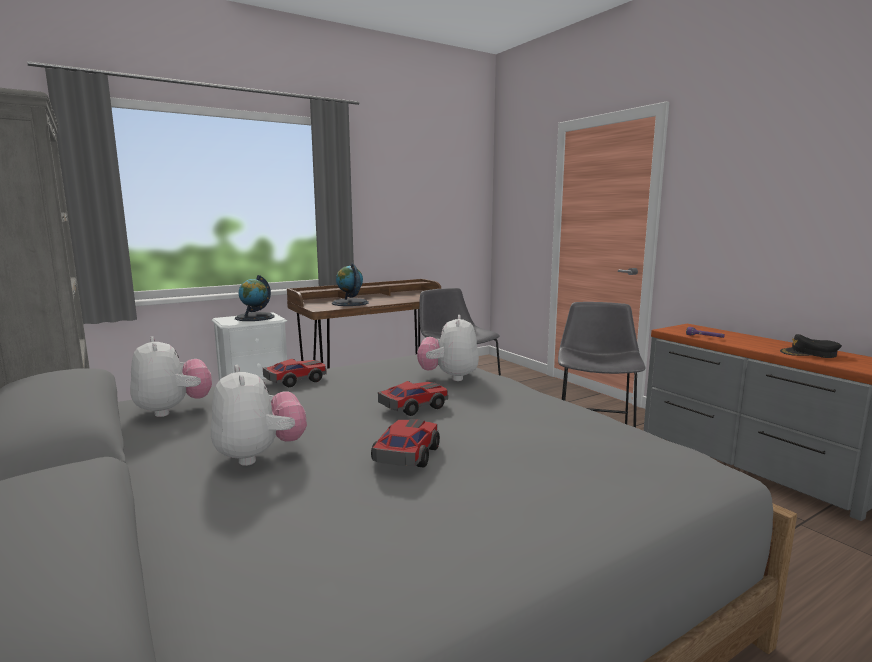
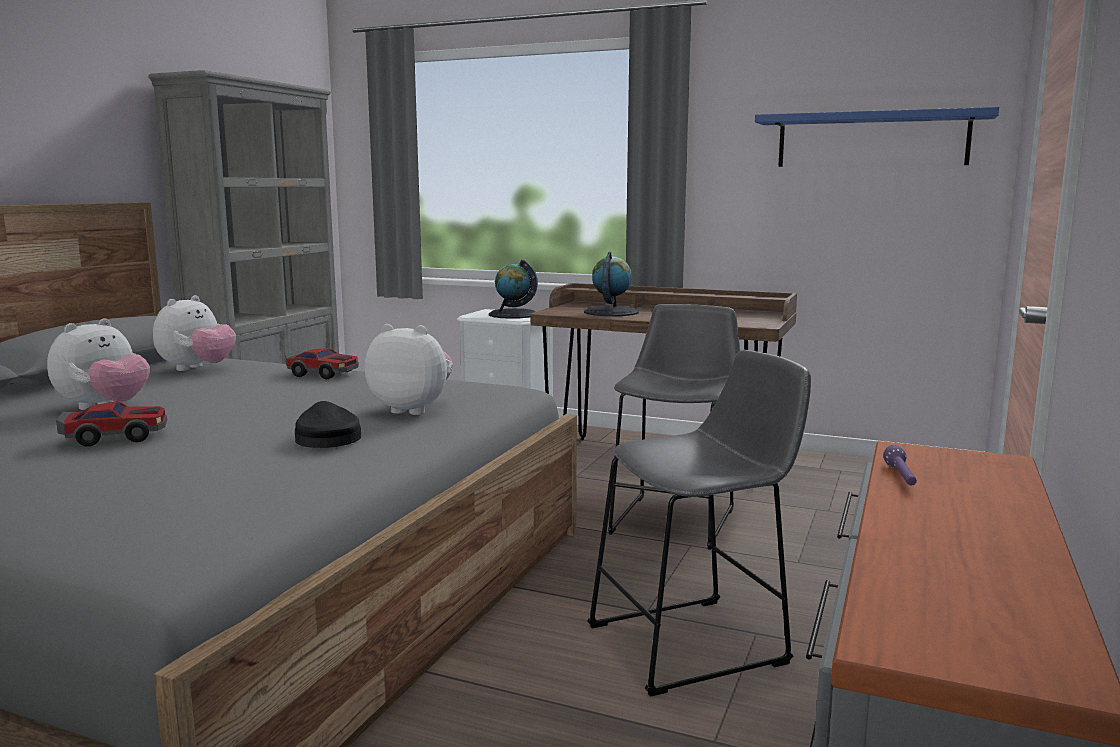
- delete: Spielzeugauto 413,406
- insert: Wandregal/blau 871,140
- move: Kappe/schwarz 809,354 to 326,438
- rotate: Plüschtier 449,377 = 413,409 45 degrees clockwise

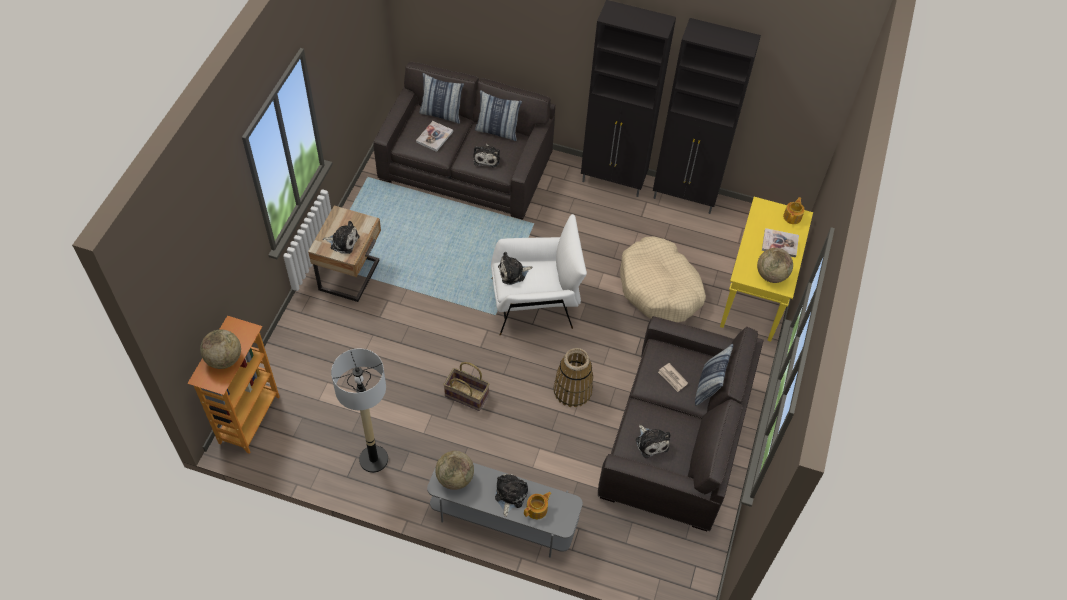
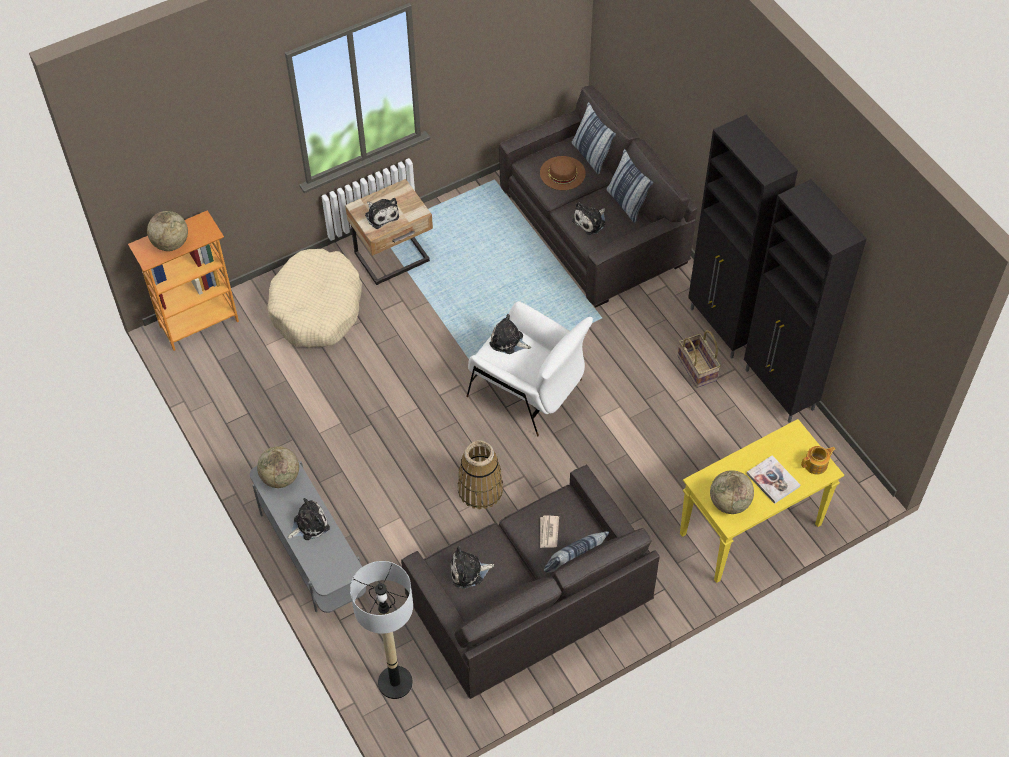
- delete: Teekanne 537,509
- move: Stehlampe 373,459 to 395,682
- move: Korb 467,395 to 698,368
- move: Hundebett/beige 659,288 to 317,308
- replace: Buch 434,137 to Hut/braun 562,173
- rotate: Plüschtier 651,442 = 469,572 60 degrees clockwise

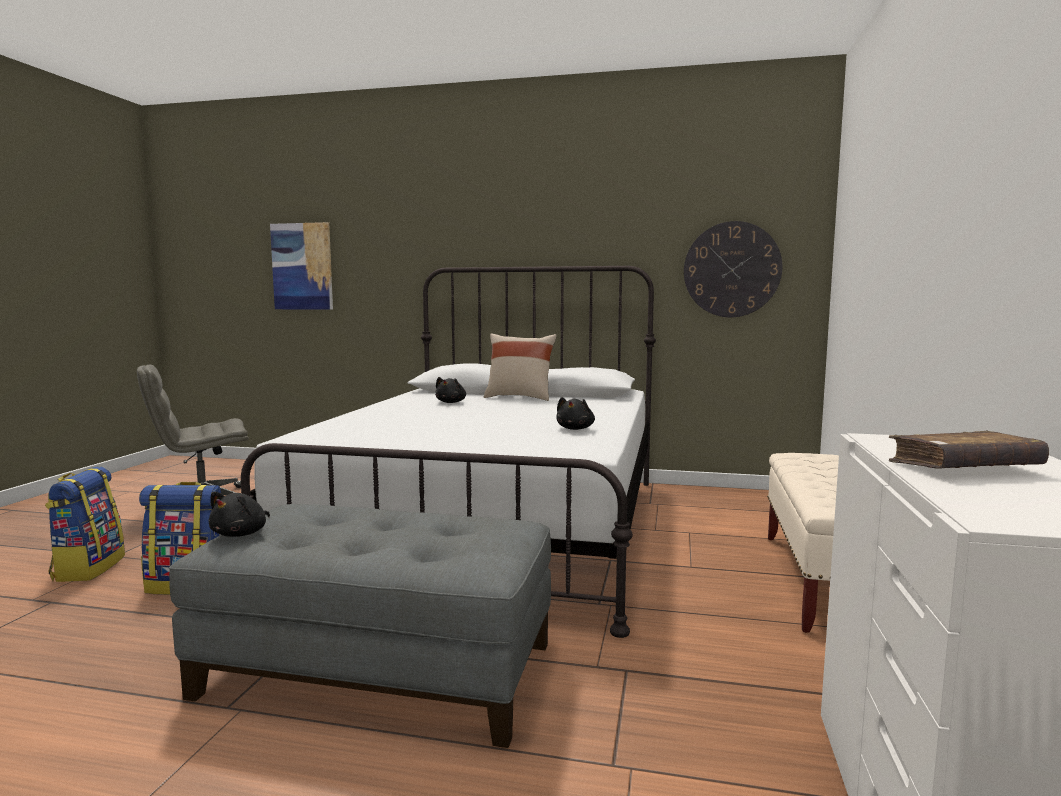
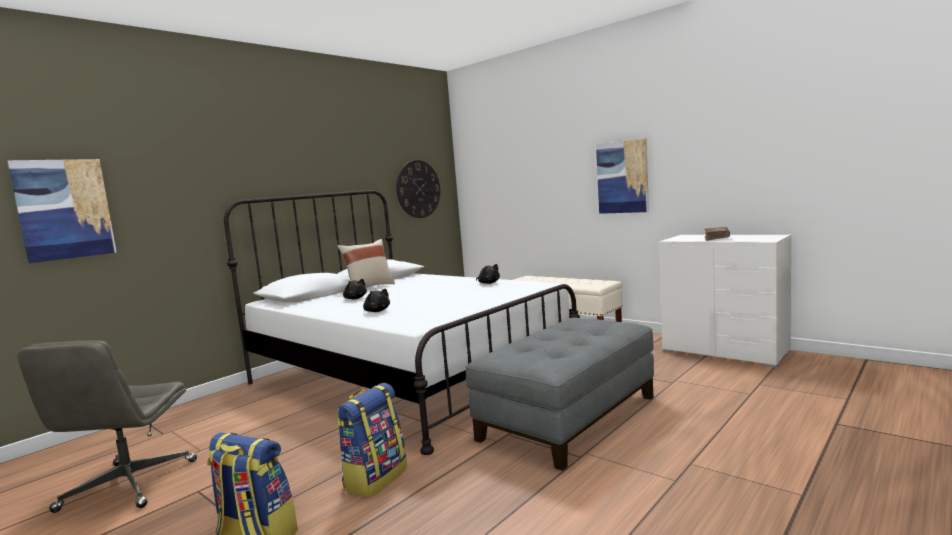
- insert: Bild 622,177
- move: Plüschtier/schwarz 241,534 to 377,311

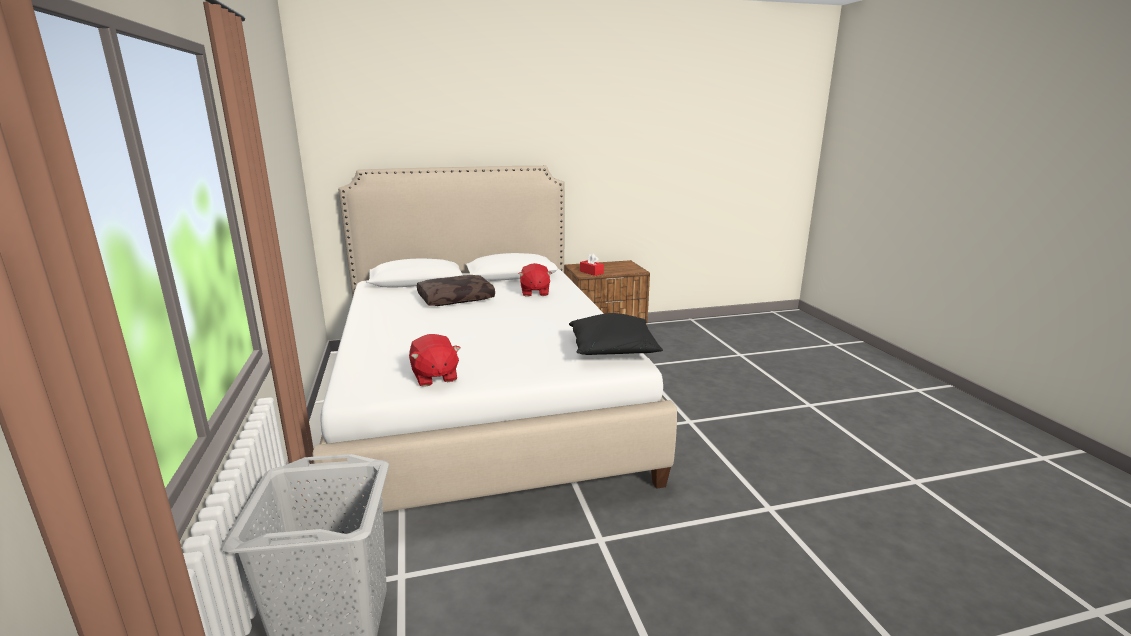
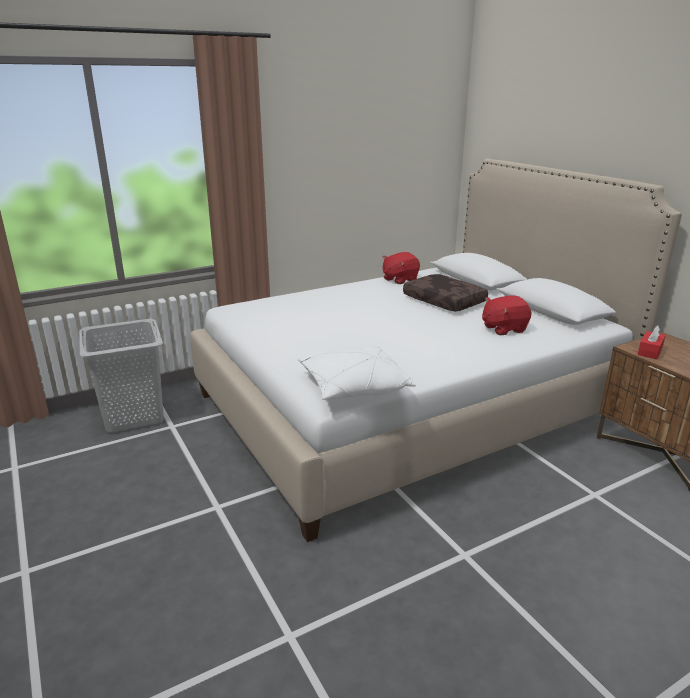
- move: Plüschtier/rot 434,377 to 399,279
- recolor: Kissen/schwarz 613,351 to Kissen/weiß 353,387

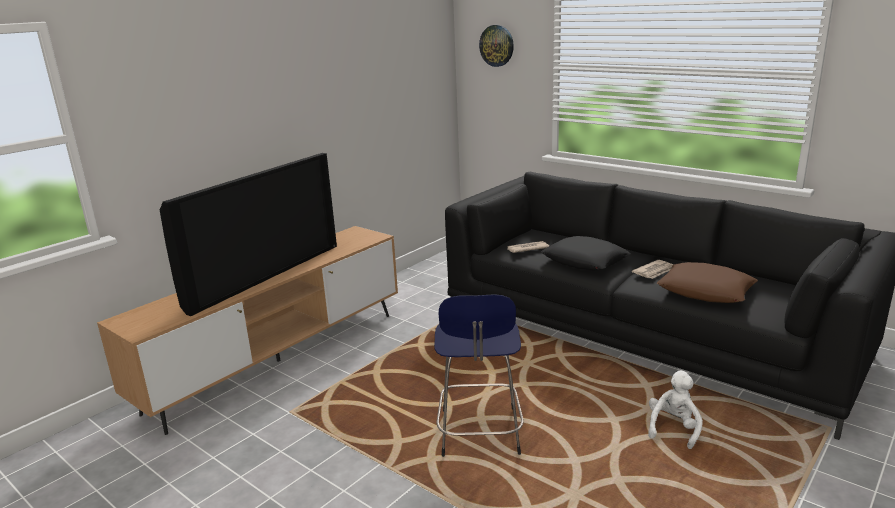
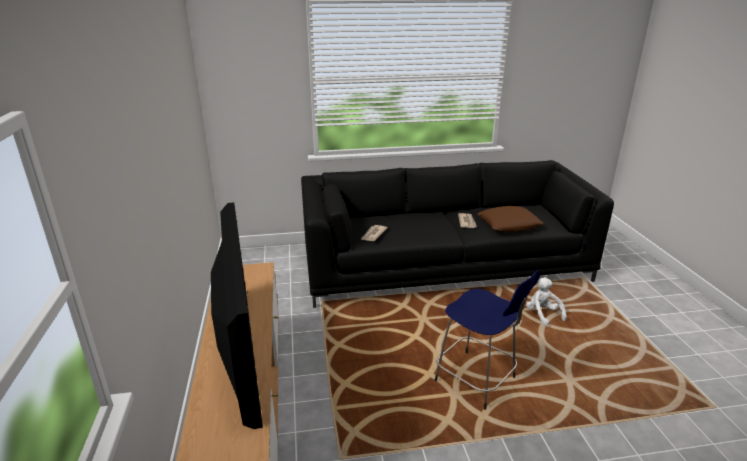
- delete: Wanduhr 497,45
- delete: Kissen/schwarz 585,260

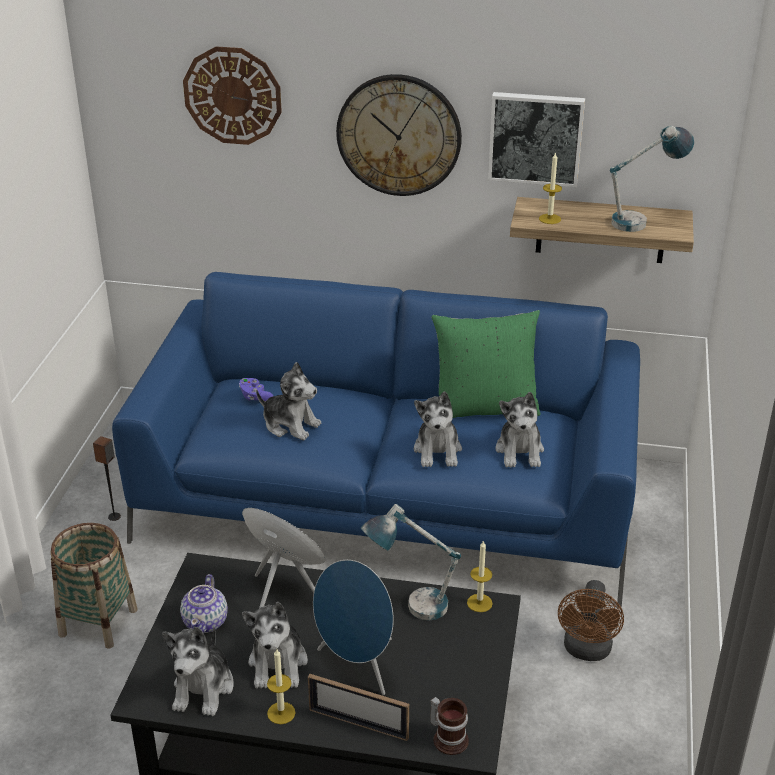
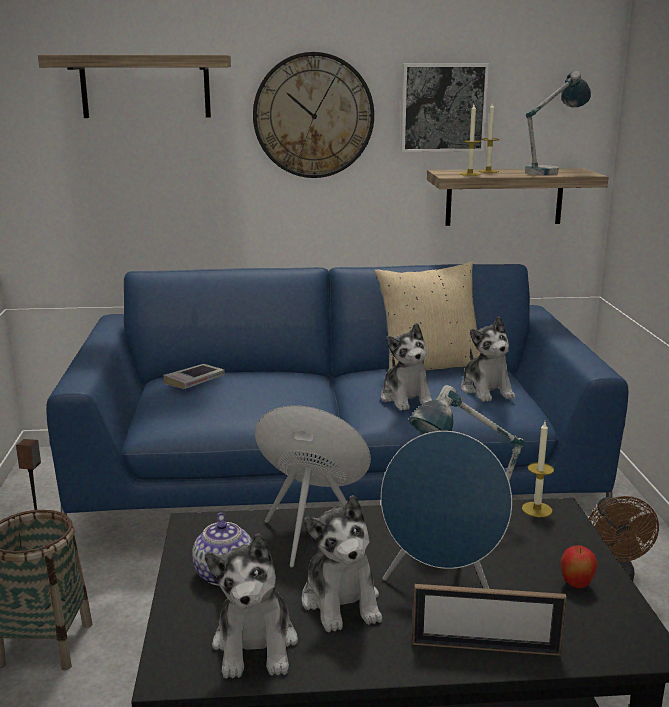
- delete: Plüschtier 290,425
- delete: Henkelbecher 449,737
- insert: Apfel 576,585
- move: Kerze 281,713 to 488,171
- replace: Wanduhr 232,95 to Wandregal 145,86
- replace: Gamepad/lila 255,396 to Buch 194,381
- recolor: Kissen/grün 484,408 to Kissen/beige 429,367

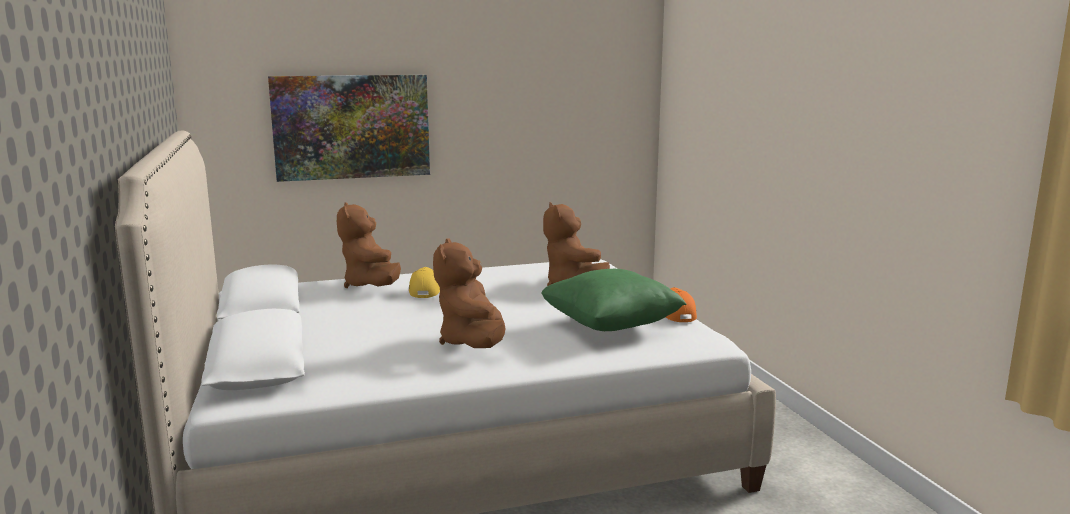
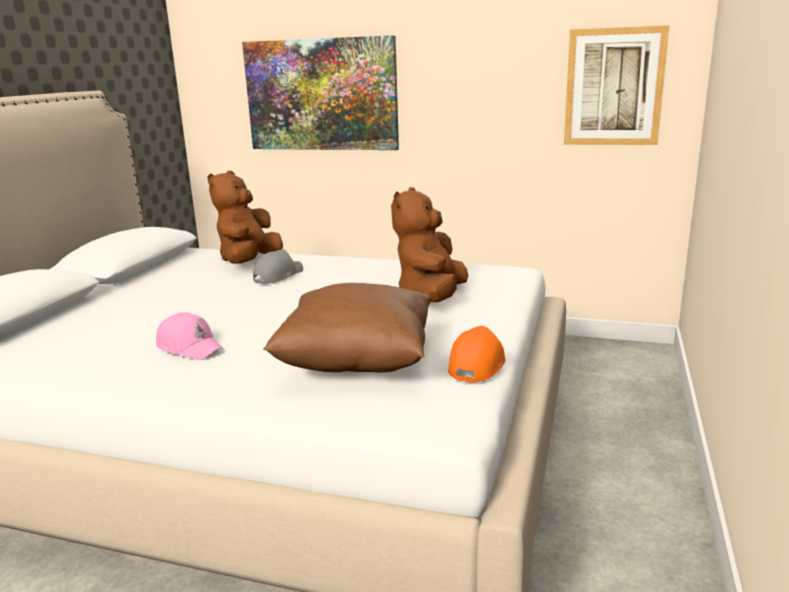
- insert: Bild 614,87
- replace: Plüschtier/braun 473,343 to Kappe/rosa 190,347
- recolor: Kappe/gelb 424,291 to Kappe/grau 278,276
- recolor: Kissen/grün 610,326 to Kissen/braun 357,363

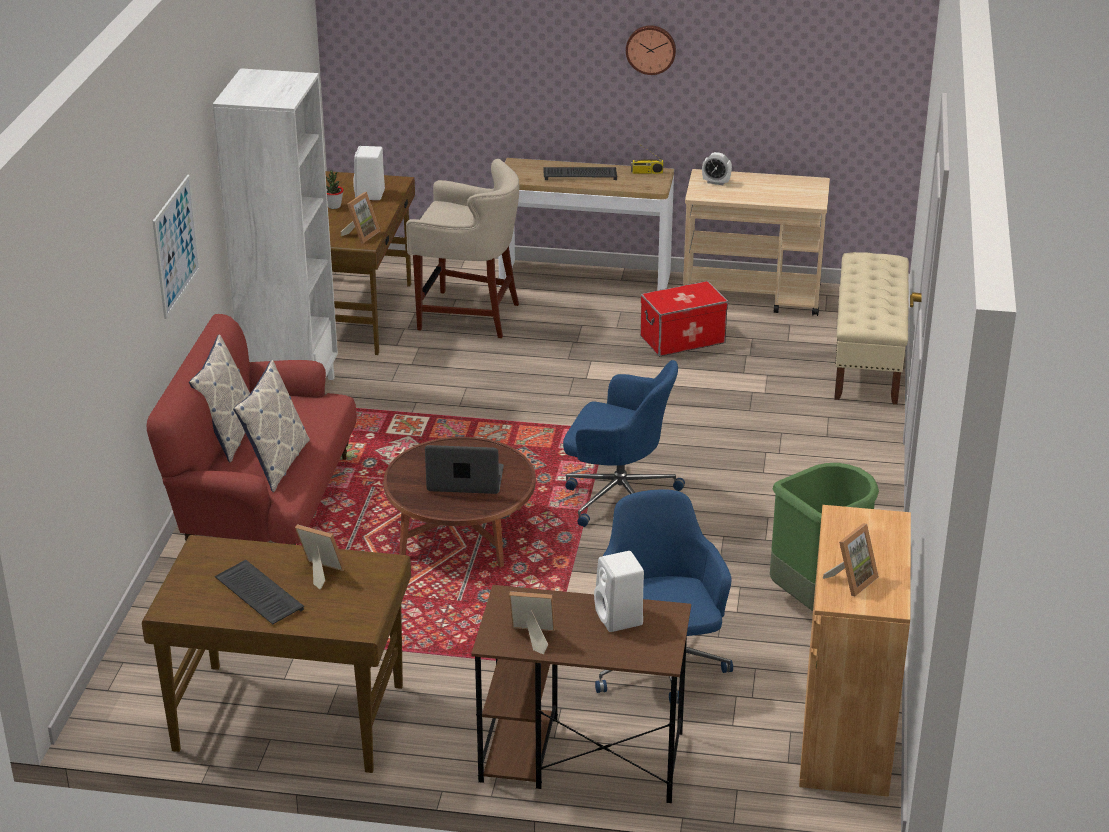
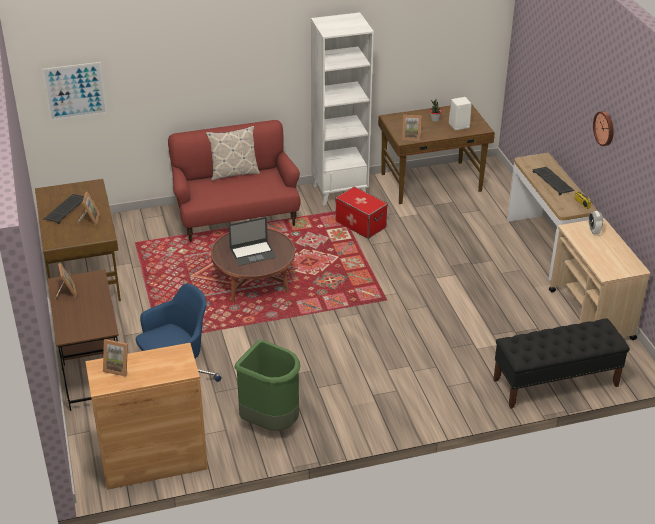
- delete: Kissen 276,464
- delete: Hocker/beige 467,315
- delete: Bürostuhl/blau 618,497
- delete: Lautsprecher/weiß 620,619
- move: Bild 176,246 to 75,91
- move: Aufbewahrungsbox 682,339 to 361,224
- recolor: Bank/beige 867,360 to Bank/schwarz 555,383
- rotate: Laptop 465,479 = 253,253 90 degrees clockwise

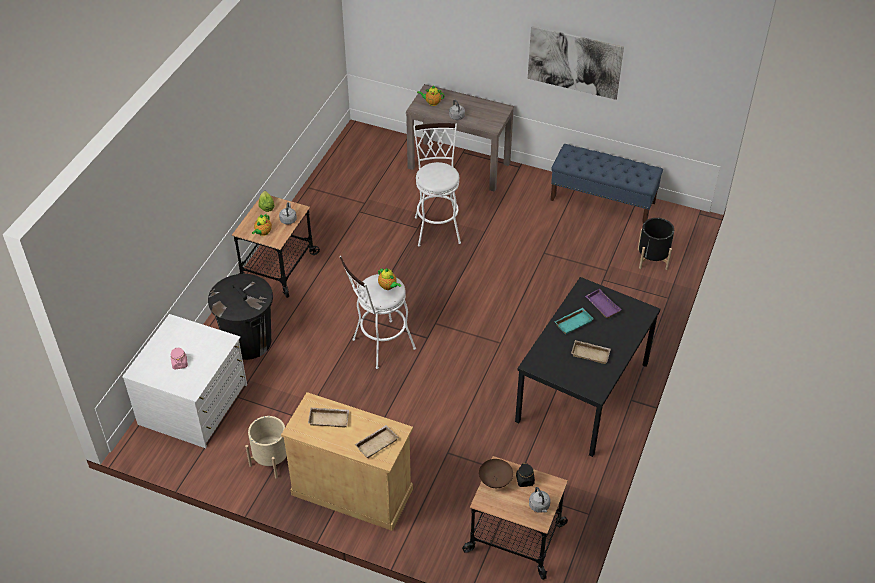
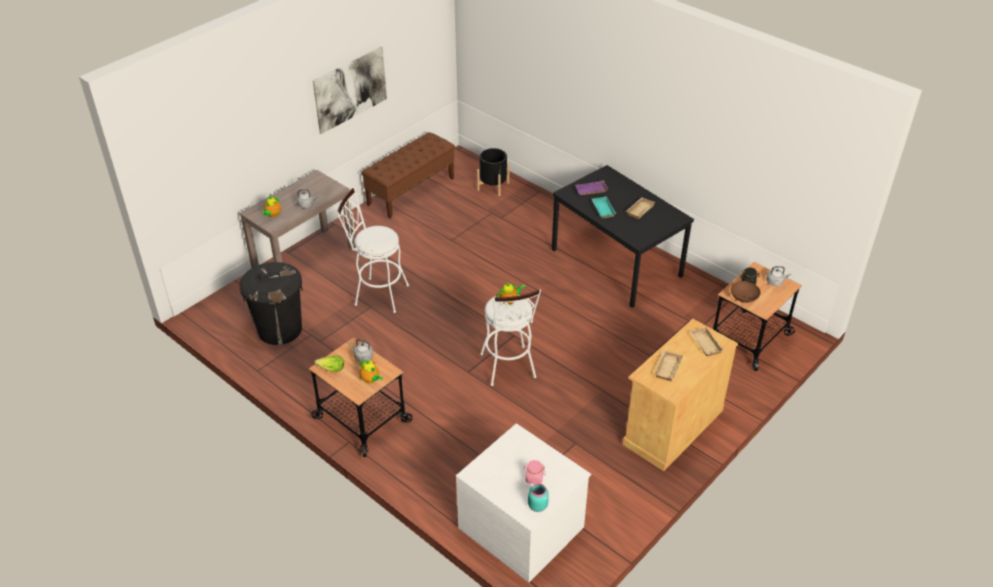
- delete: Pflanzkübel/beige 271,460
- insert: Vorratsglas/türkis 537,505
- move: Mülleimer/schwarz 248,341 to 279,329
- recolor: Bank/blau 603,201 to Bank/braun 411,191

